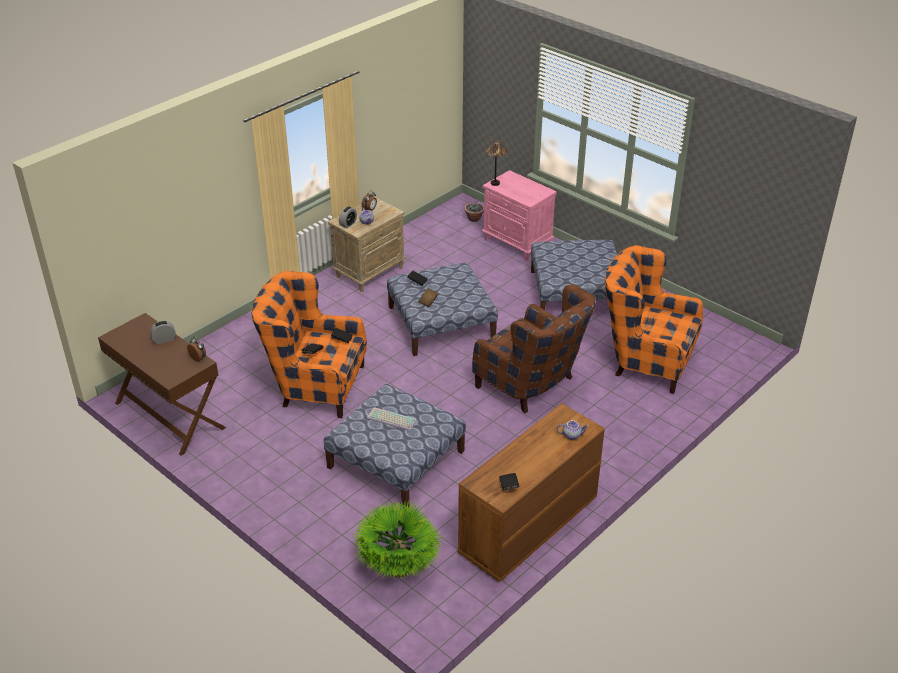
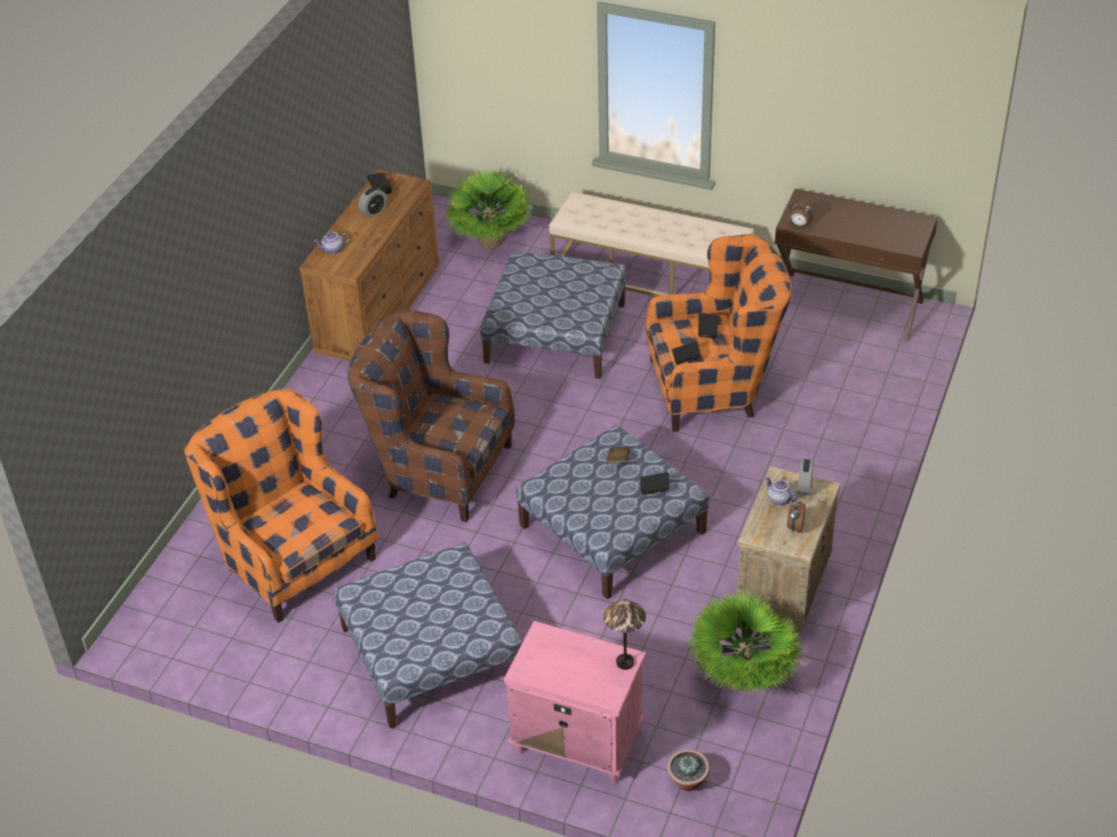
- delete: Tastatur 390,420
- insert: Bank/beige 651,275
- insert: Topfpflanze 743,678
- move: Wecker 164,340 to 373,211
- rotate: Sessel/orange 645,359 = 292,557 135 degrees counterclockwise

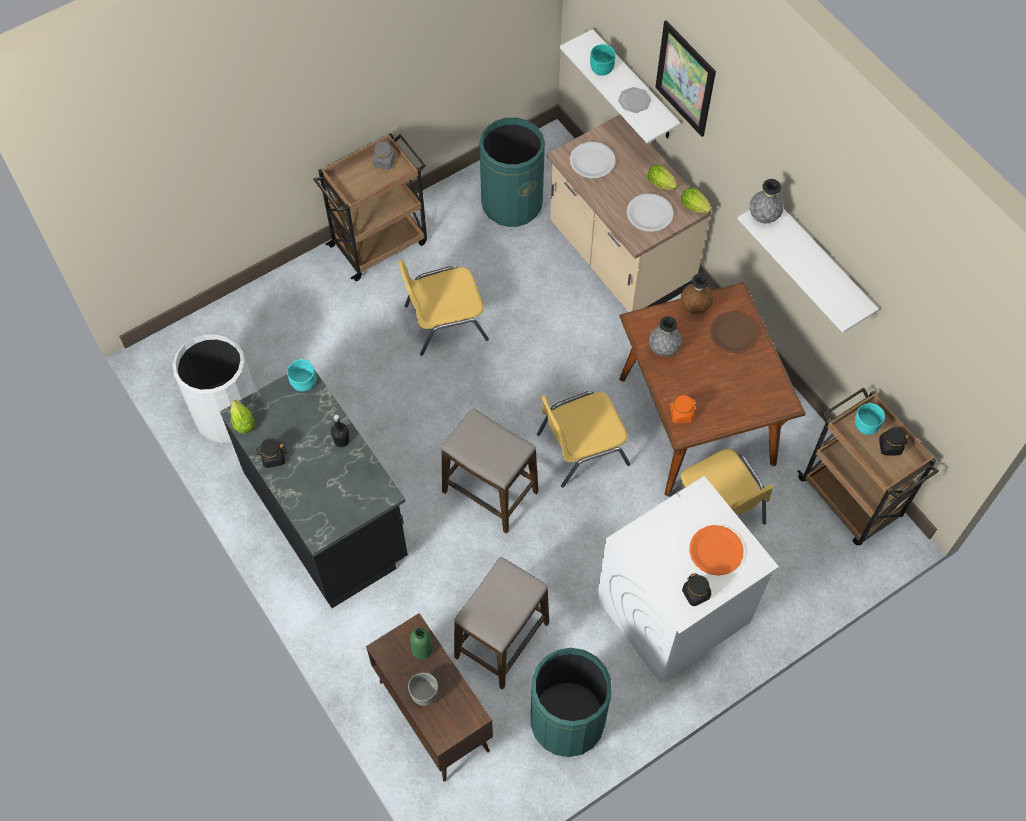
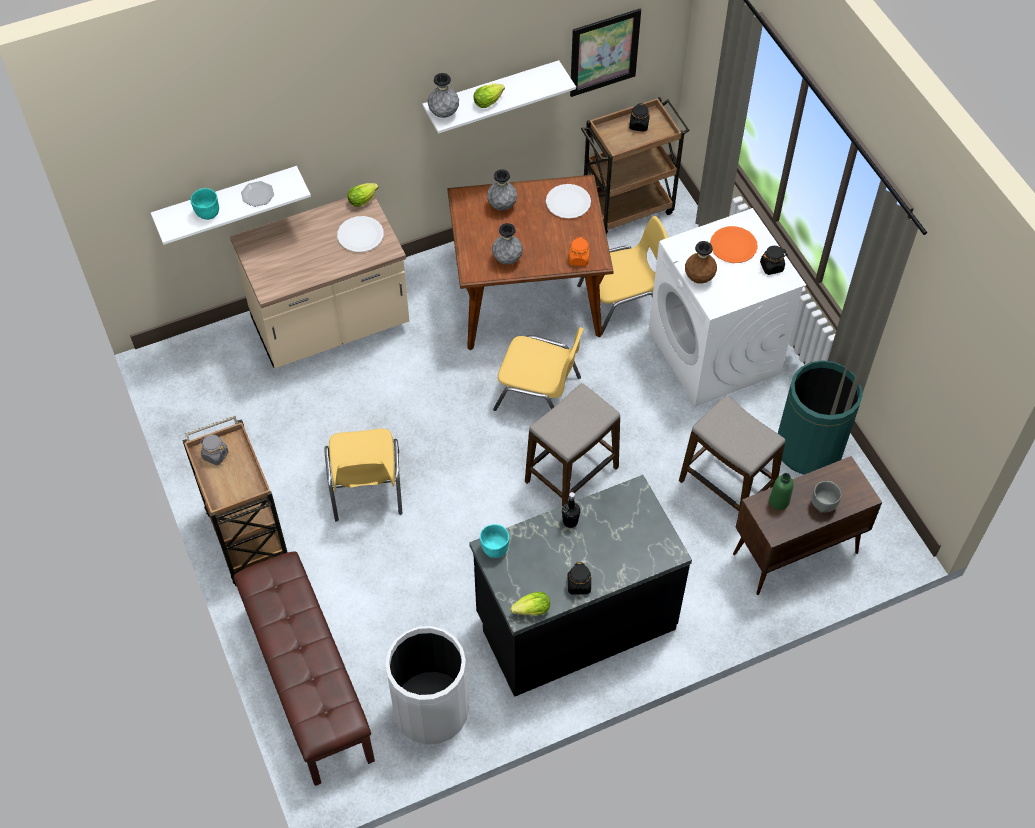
- delete: Mülleimer/grün 512,203
- delete: Schüssel/türkis 865,426
- insert: Bank/braun 307,682
- move: Teller/weiß 592,161 to 568,202
- move: Salatkopf 662,185 to 489,101
- move: Bild 685,79 to 604,52
- move: Vase/braun 694,307 to 699,278
- replace: Teller/braun 734,333 to Vase/grau 502,206
- rotate: Stuhl/gelb 580,448 = 539,393 60 degrees counterclockwise

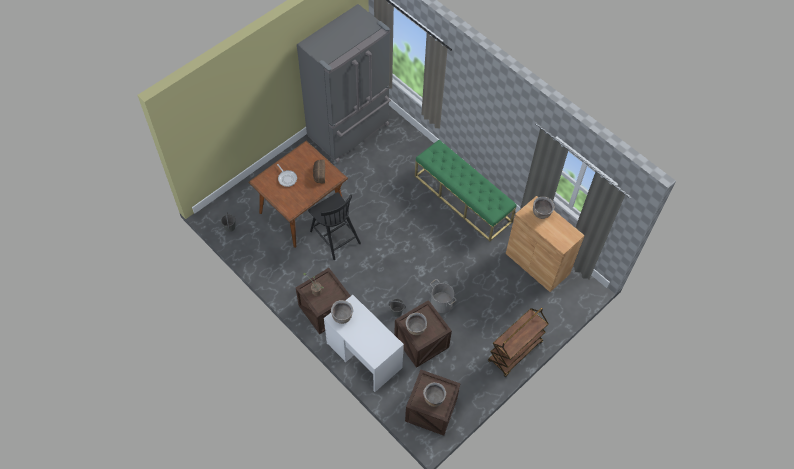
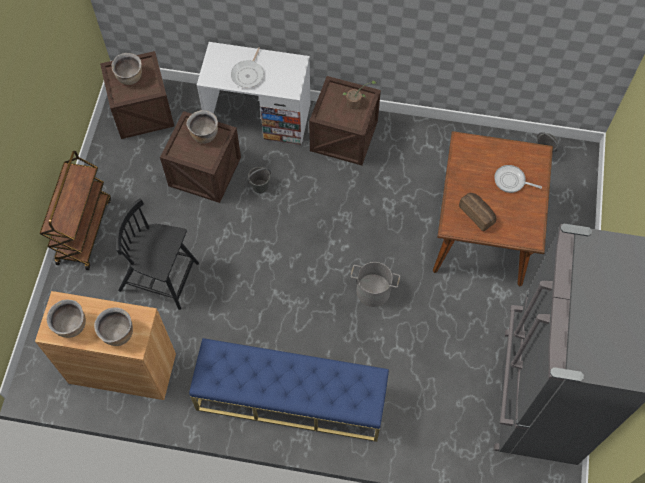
- insert: Pfanne 248,74
- move: Stuhl/schwarz 334,236 to 160,277
- move: Kochtopf/braun 342,317 to 71,326
- move: Eimer/grau 441,302 to 373,291
- recolor: Bank/grün 463,199 to Bank/blau 290,398

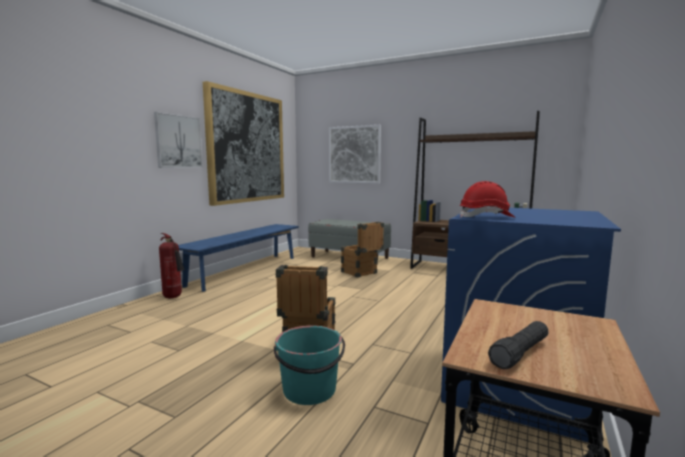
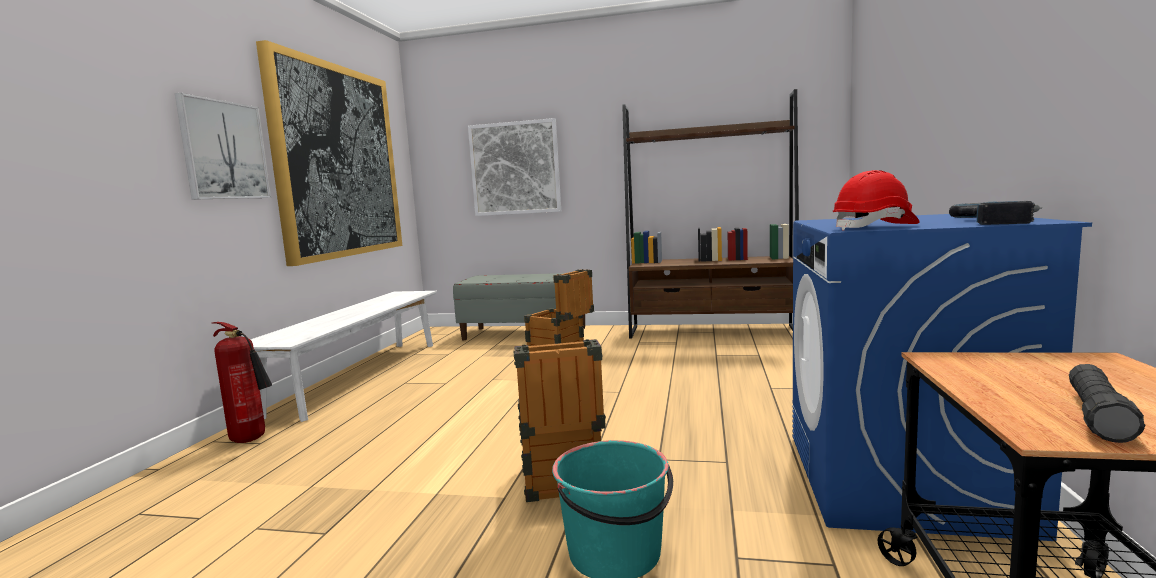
- insert: Bohrmaschine 1003,221
- recolor: Bank/blau 245,270 to Bank/weiß 361,376

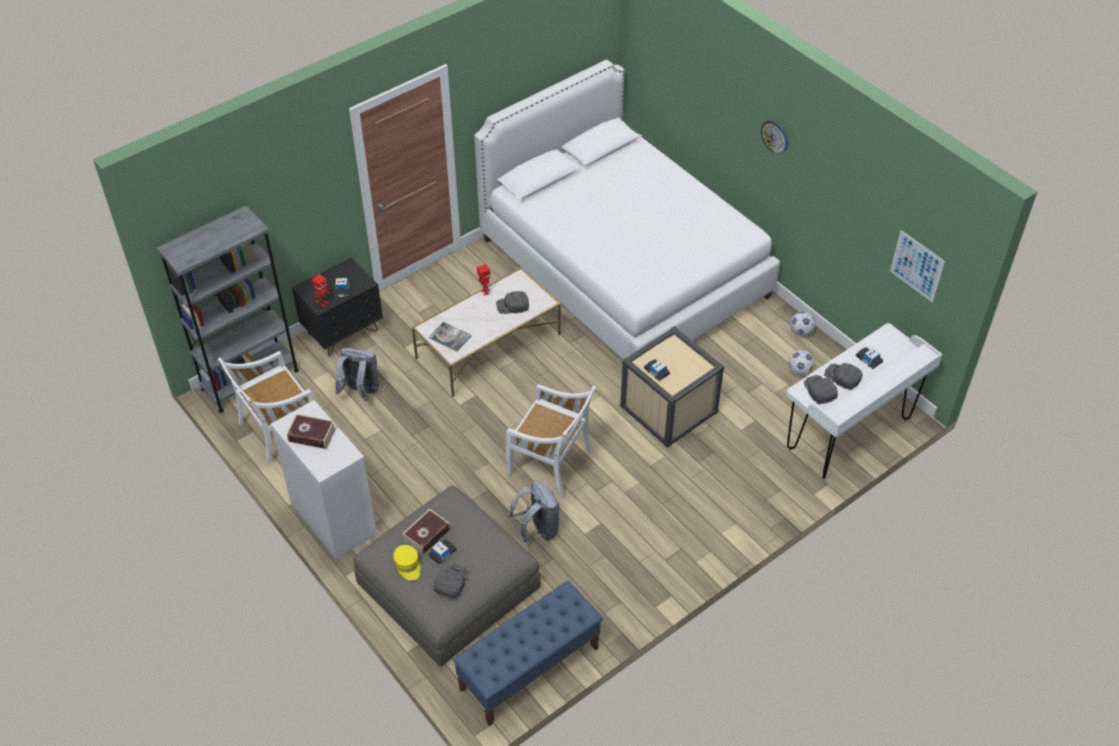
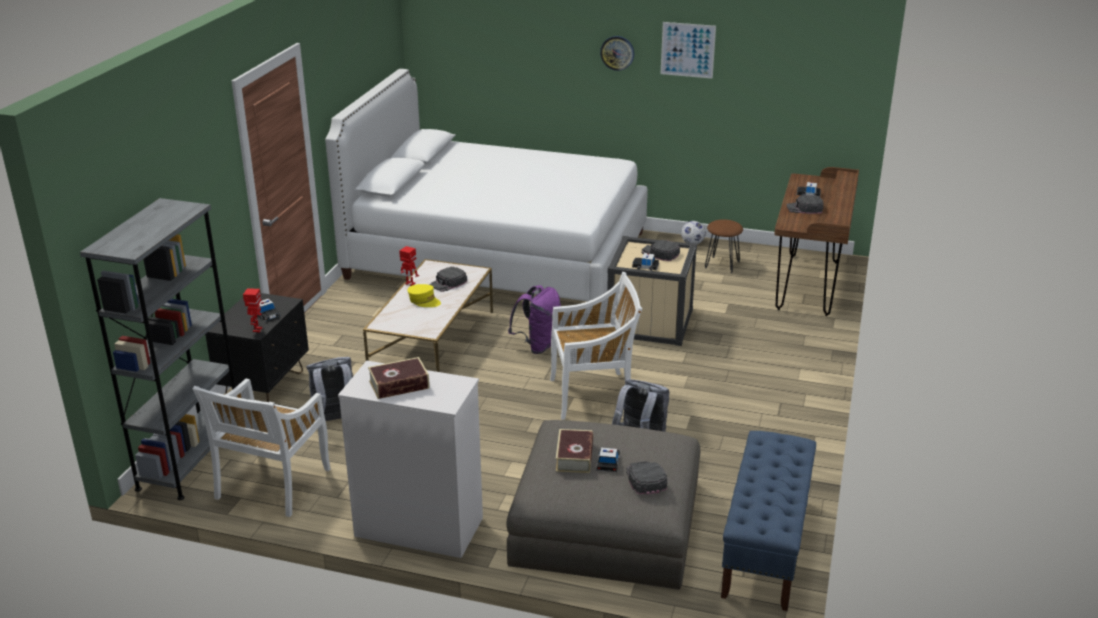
- delete: Buch 450,337
- insert: Rucksack/lila 538,345
- move: Kappe/gelb 408,565 to 424,301
- move: Kappe/schwarz 819,390 to 660,253
- move: Bild 917,266 to 687,50
- replace: Fußball 799,371 to Hocker/braun 721,264
- recolor: Schreibtisch/weiß 849,434 to Schreibtisch/braun 809,285

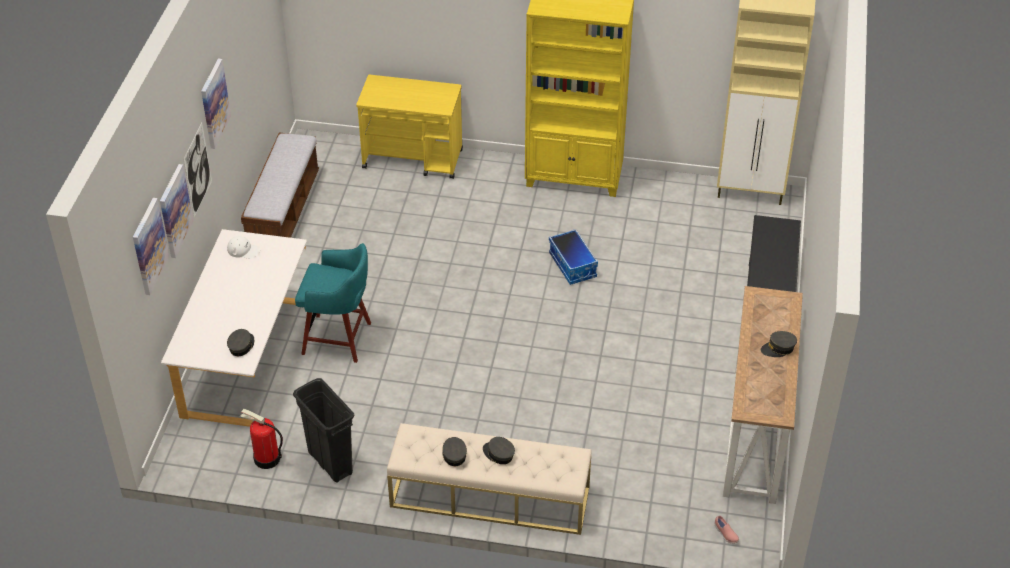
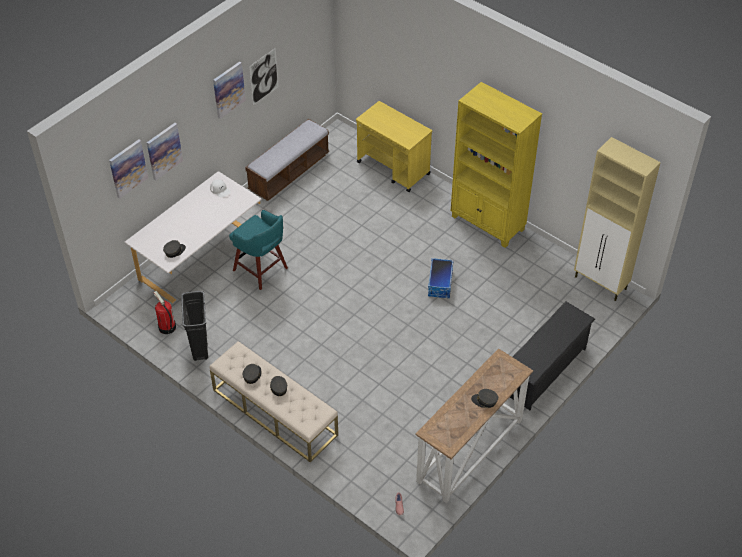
- move: Bild 197,170 to 264,76

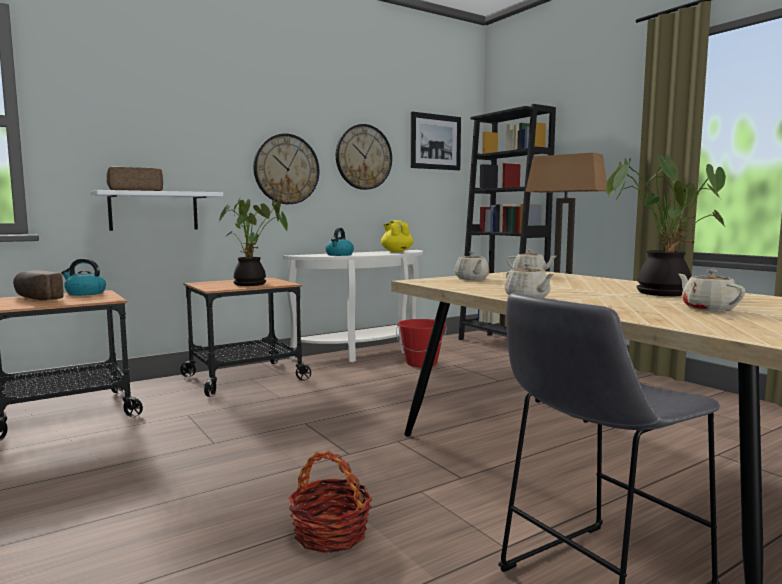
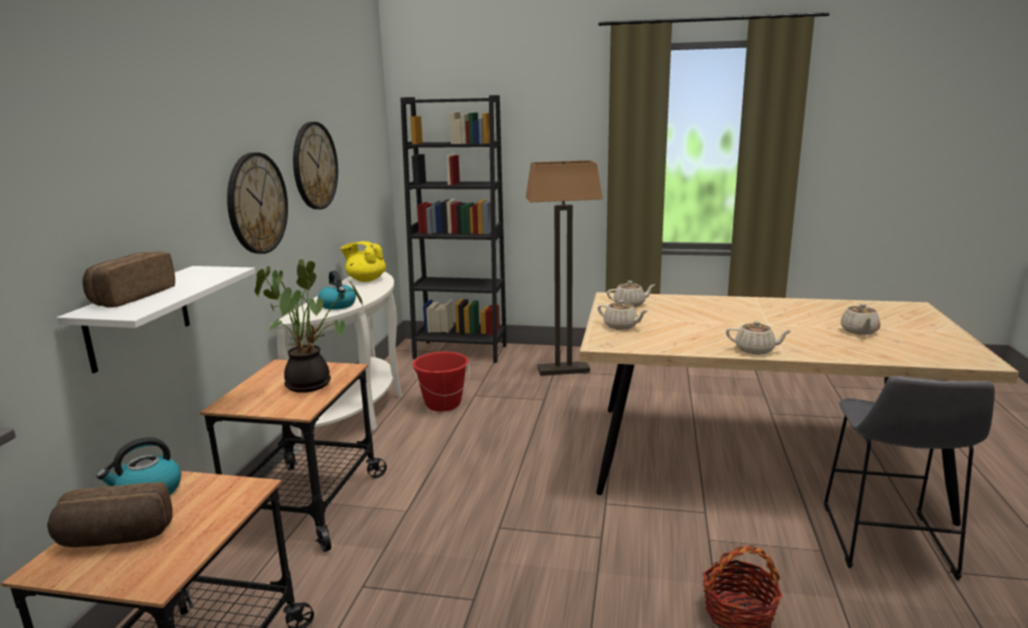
- delete: Bild 435,142
- delete: Topfpflanze 662,292
- rotate: Teekanne/beige 708,309 = 859,331 105 degrees counterclockwise

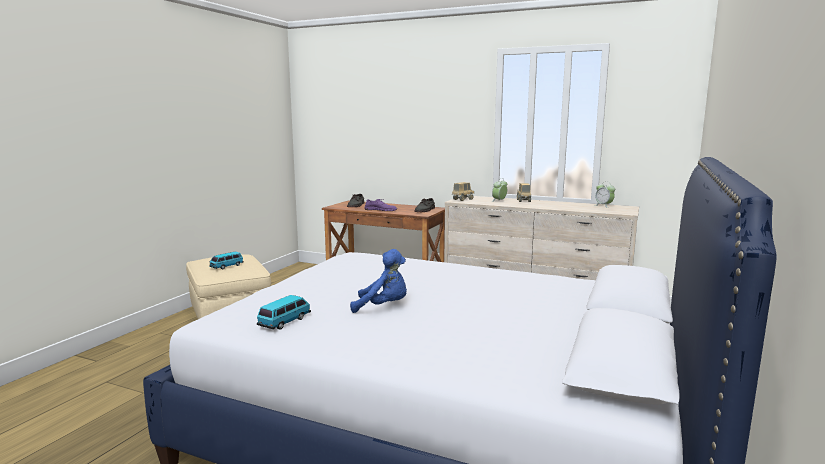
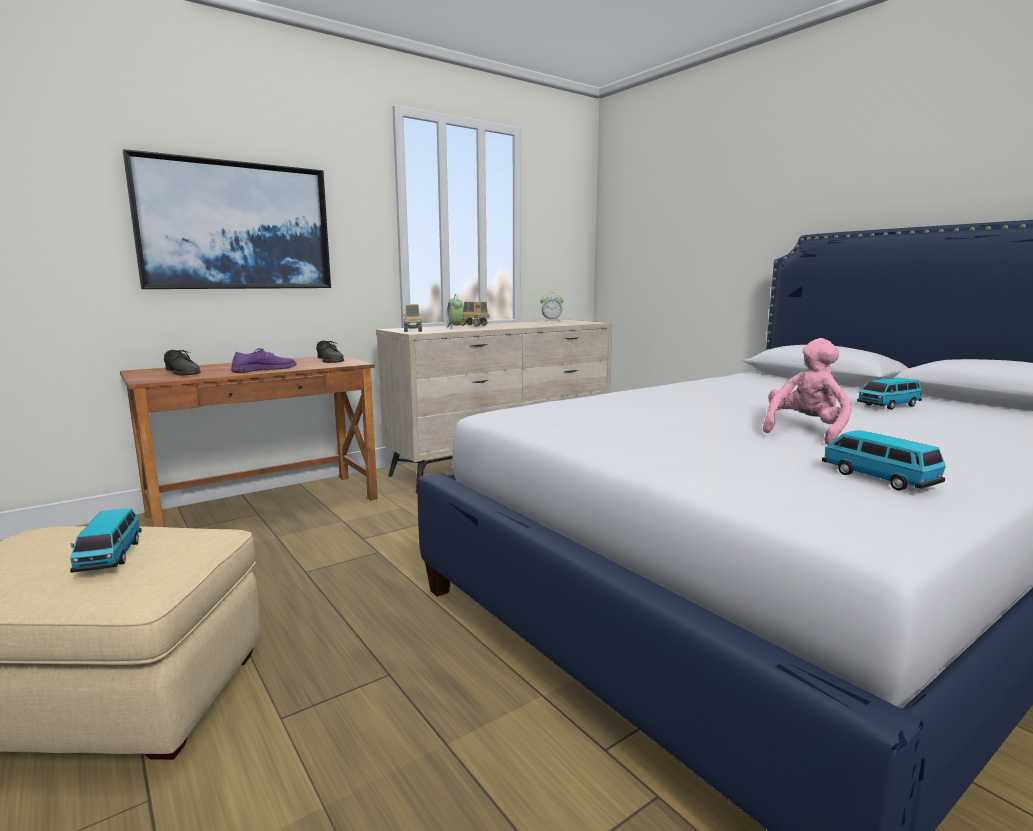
- insert: Bild 236,226
- insert: Spielzeugauto 888,405
- recolor: Plüschtier/blau 383,307 to Plüschtier/rosa 805,432

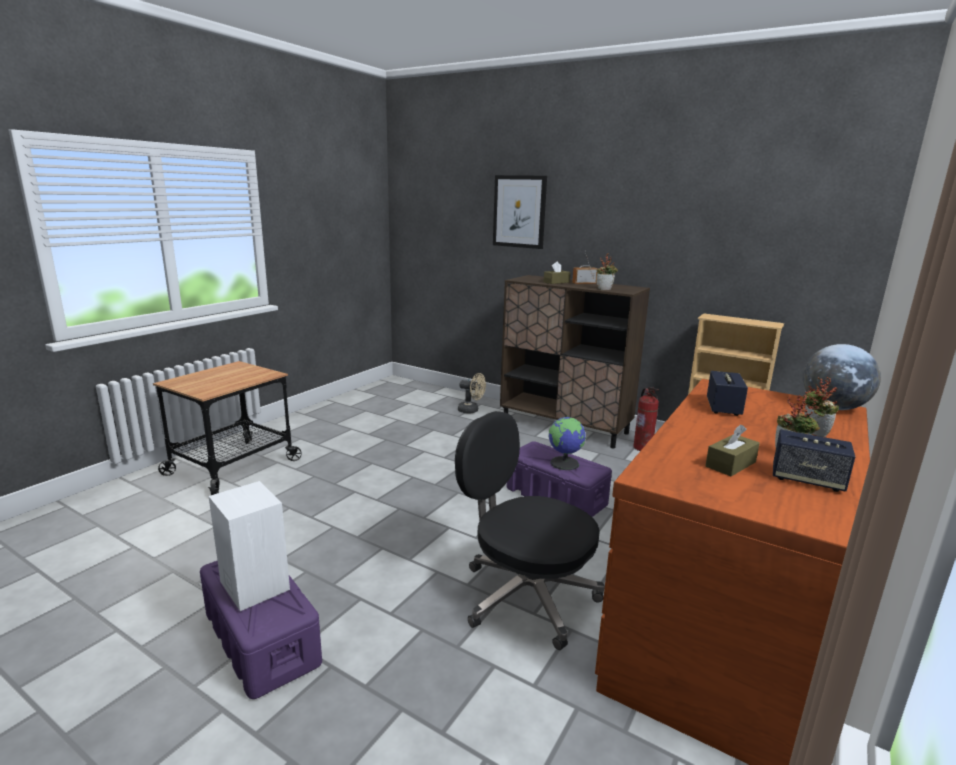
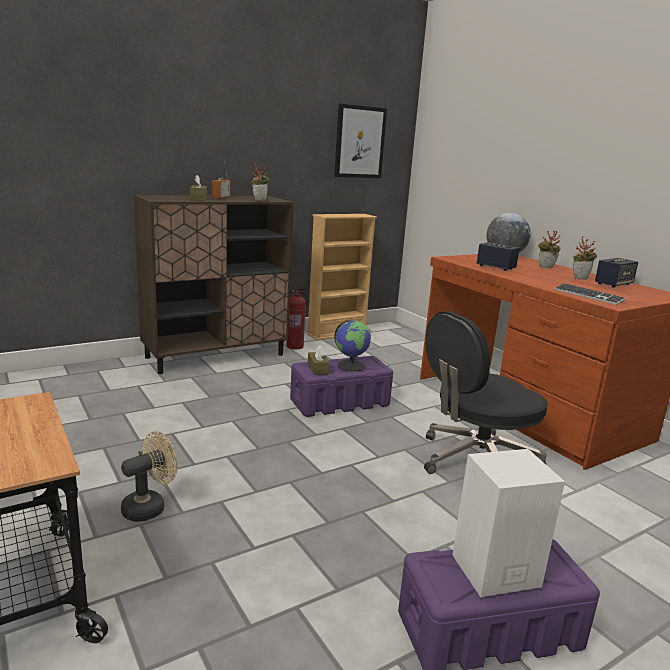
- insert: Tastatur 588,295
- move: Ventilator/beige 471,410 to 150,507
- move: Bild 519,211 to 359,142
- move: Taschentuchbox/braun 730,464 to 318,369

